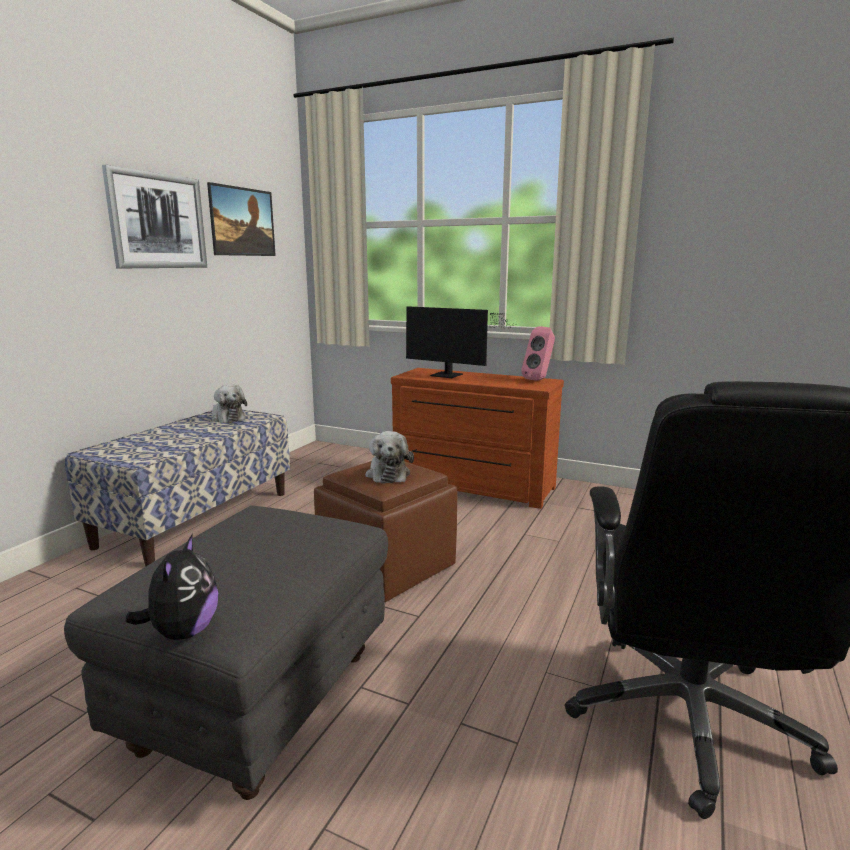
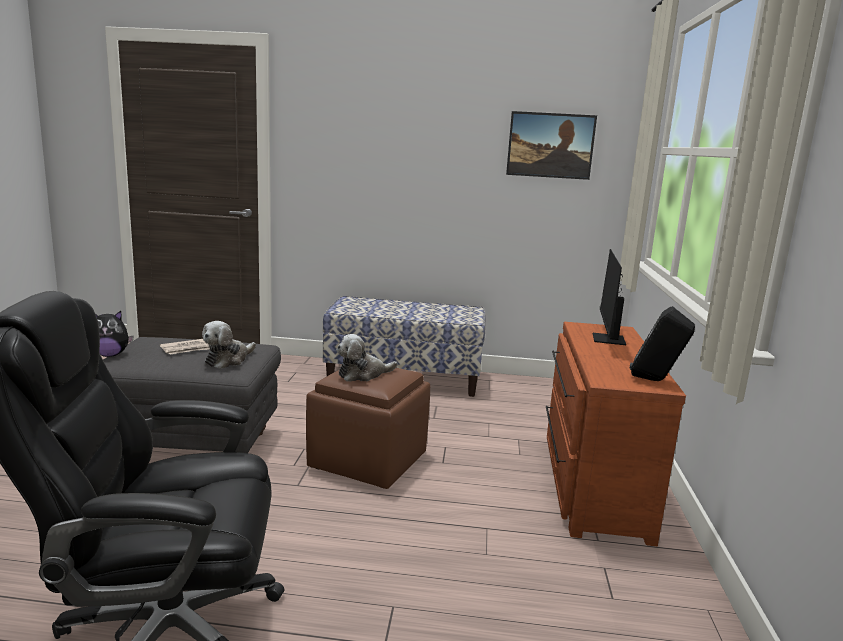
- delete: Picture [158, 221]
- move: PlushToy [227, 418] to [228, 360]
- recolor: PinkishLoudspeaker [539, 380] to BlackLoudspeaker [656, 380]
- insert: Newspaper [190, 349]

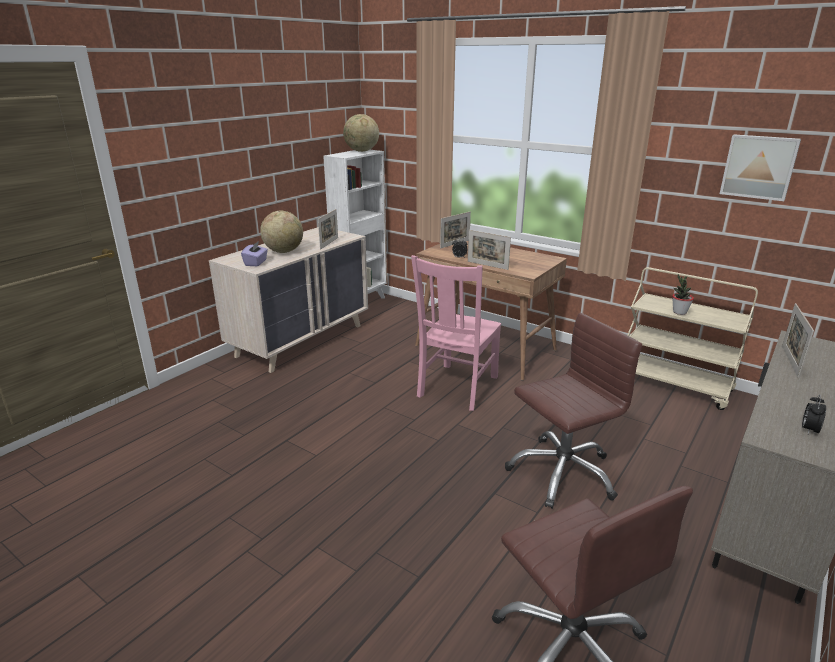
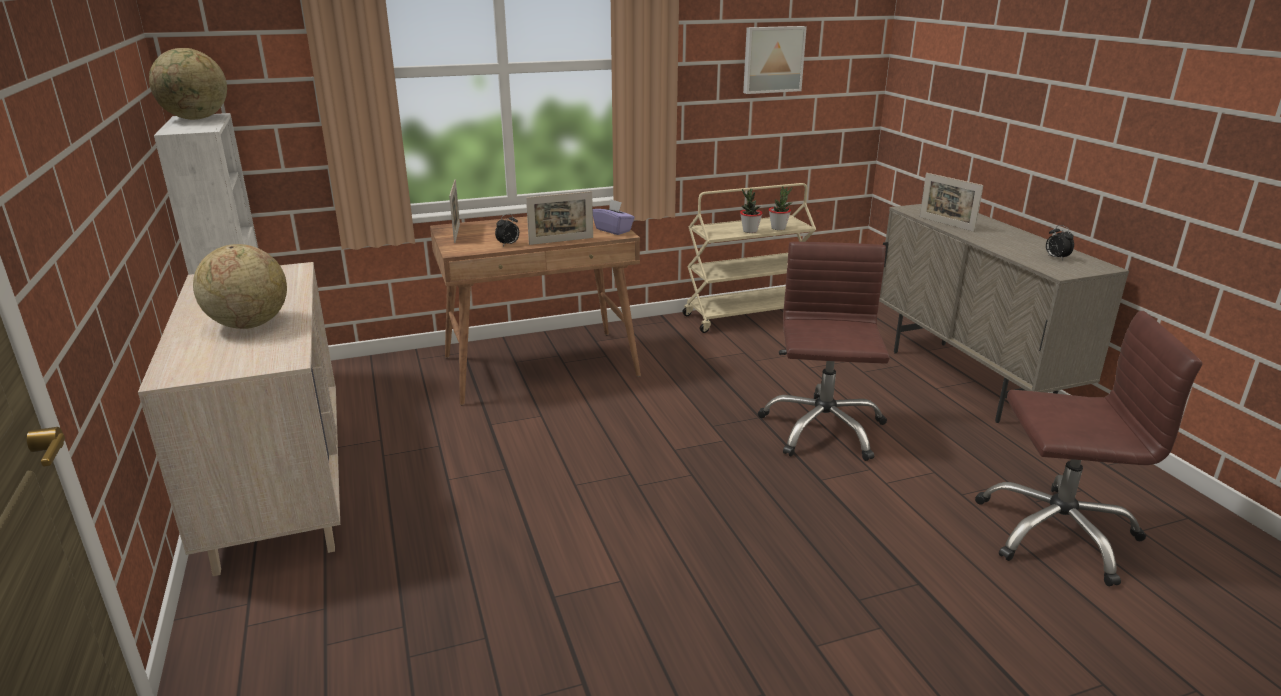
- move: PurpleColouredBoxOfTissues [256, 263] to [613, 230]
- delete: StandingFrame [329, 243]
- delete: PinkishUprightChair [456, 388]
- insert: Houseplant [778, 228]

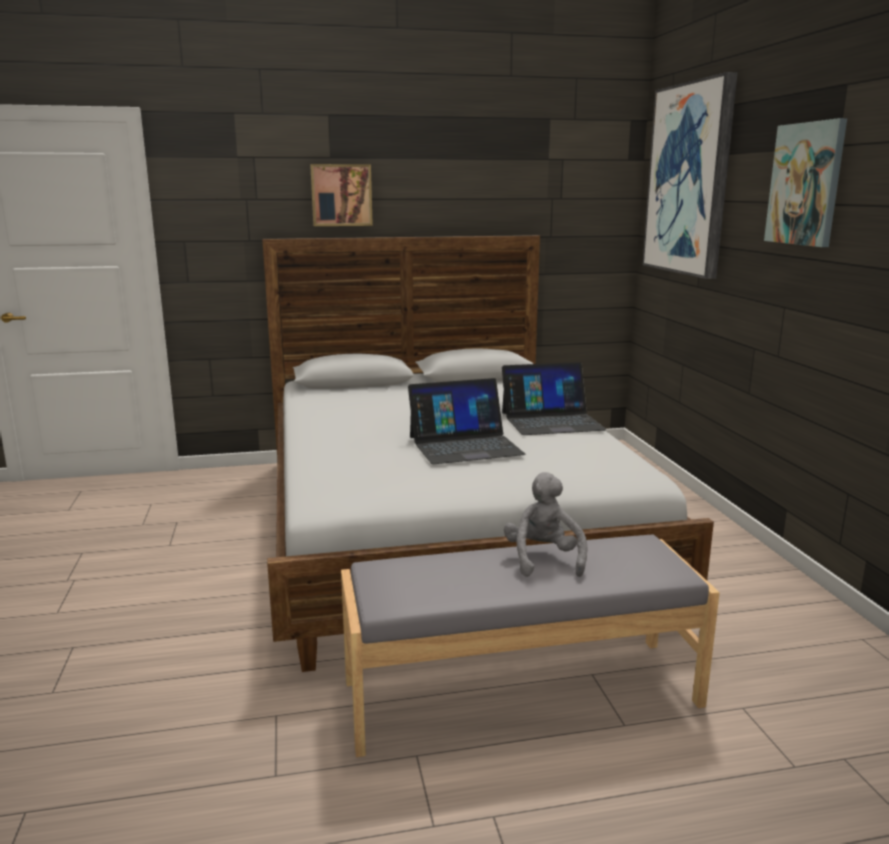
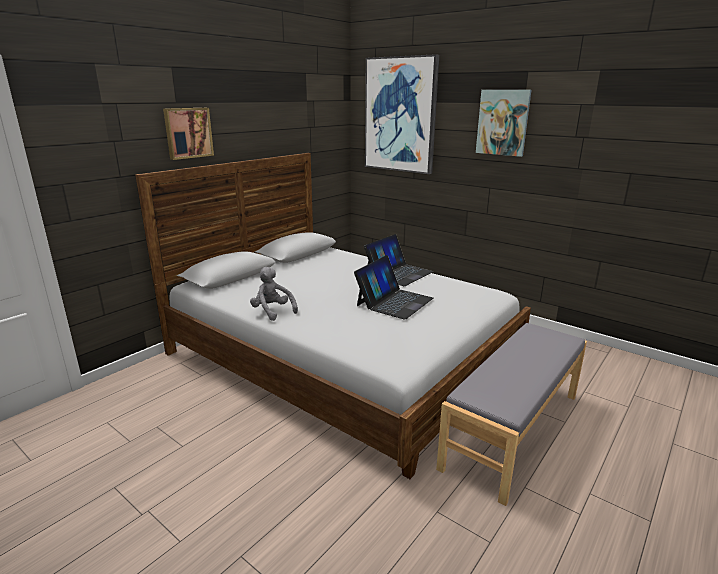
- move: GreyishPlushToy [543, 559] to [272, 311]

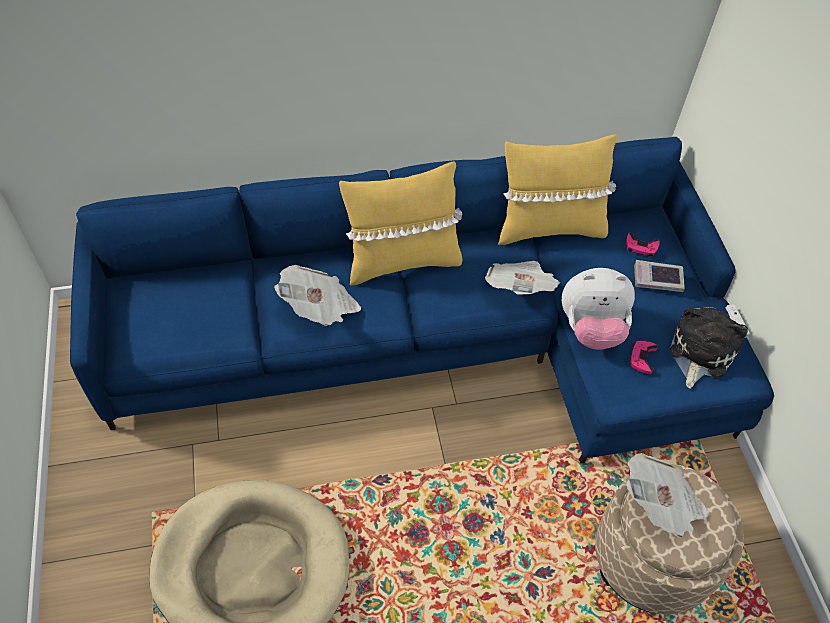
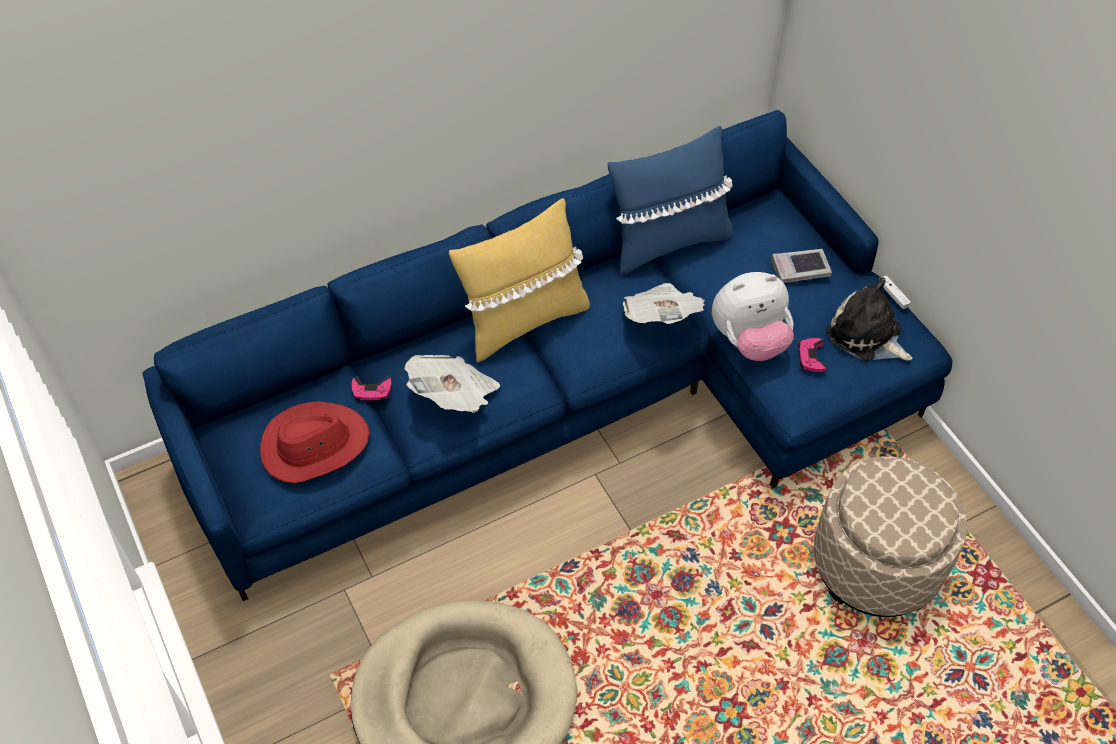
- recolor: YellowishCushion [549, 228] to BlueColouredCushion [667, 242]
- move: PinkishGamepad [641, 247] to [371, 391]
- delete: Newspaper [661, 505]
- rotate: PlushToy [699, 352] = [867, 335] 60 degrees counterclockwise
- insert: ReddishHat [314, 445]

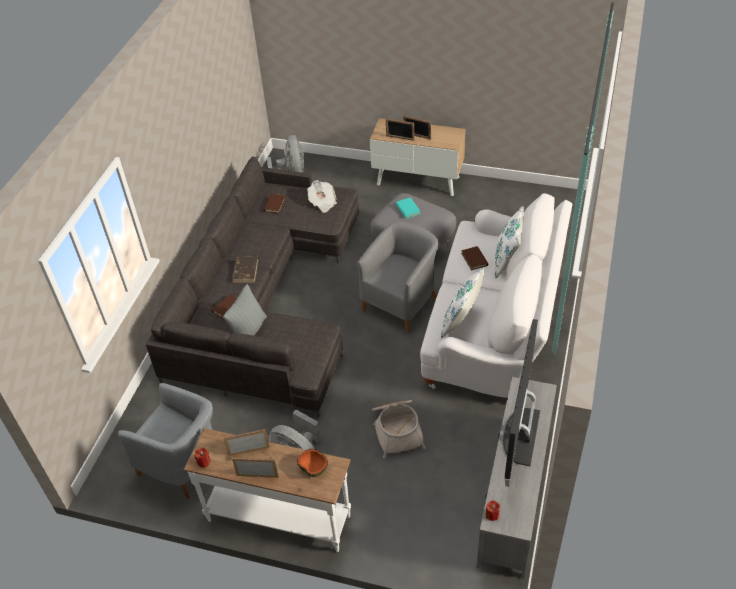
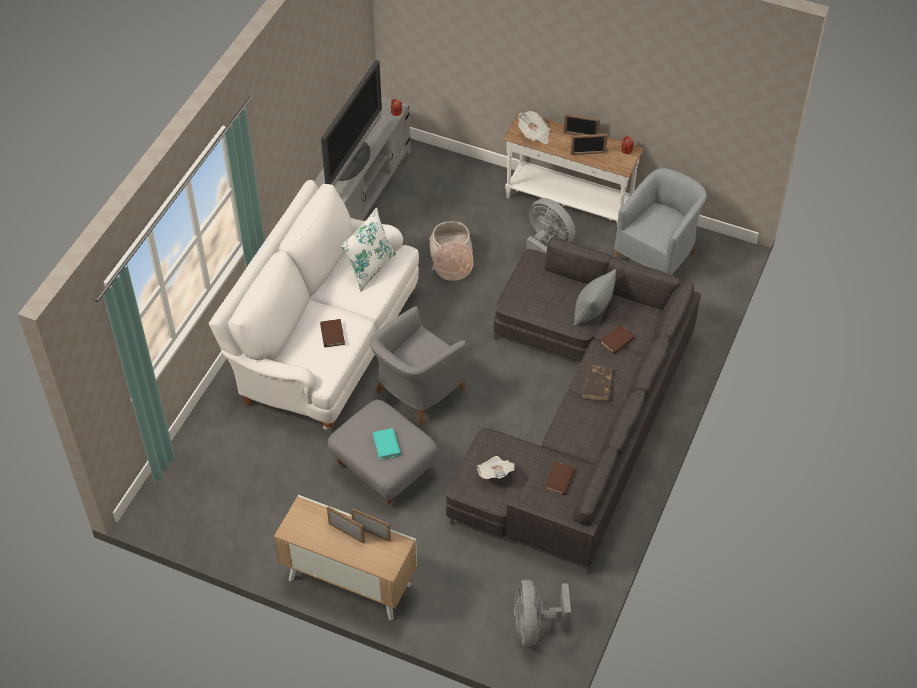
- rotate: GreyishEasyChair [184, 464] = [657, 255] 90 degrees clockwise
- replace: DeepDish [313, 468] to Newspaper [534, 134]
- delete: WhiteColouredCushion [507, 260]

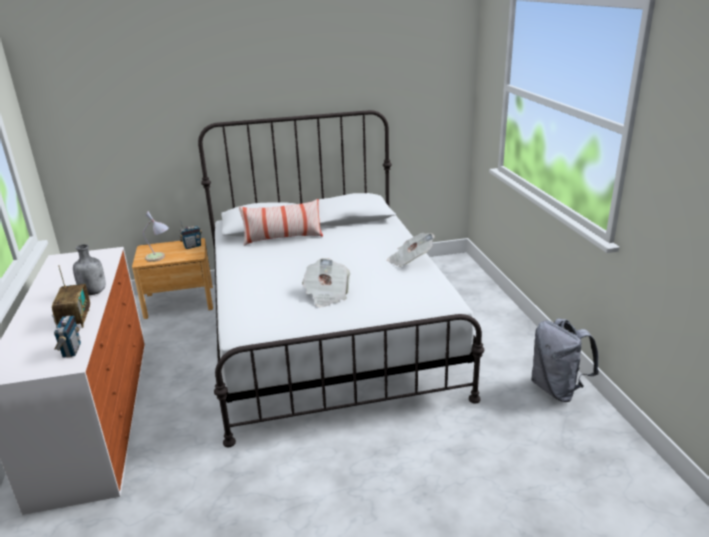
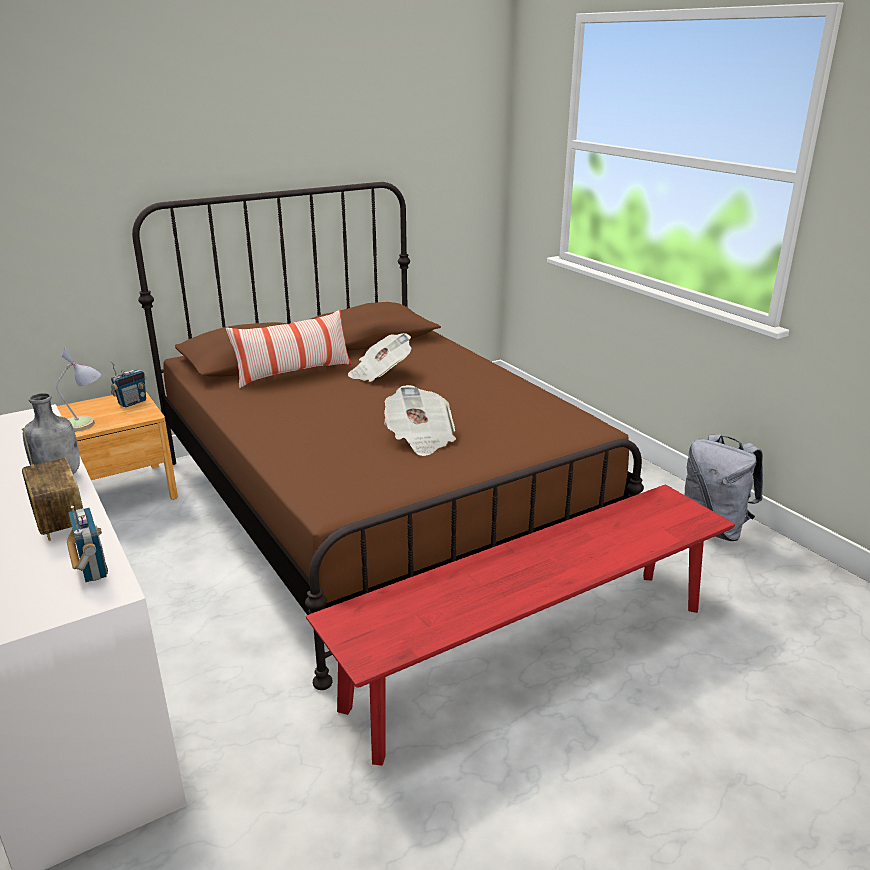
- recolor: WhiteColouredBed [327, 334] to BrownBed [376, 506]
- move: Newspaper [410, 261] to [380, 373]
- insert: ReddishLongSeat [532, 655]

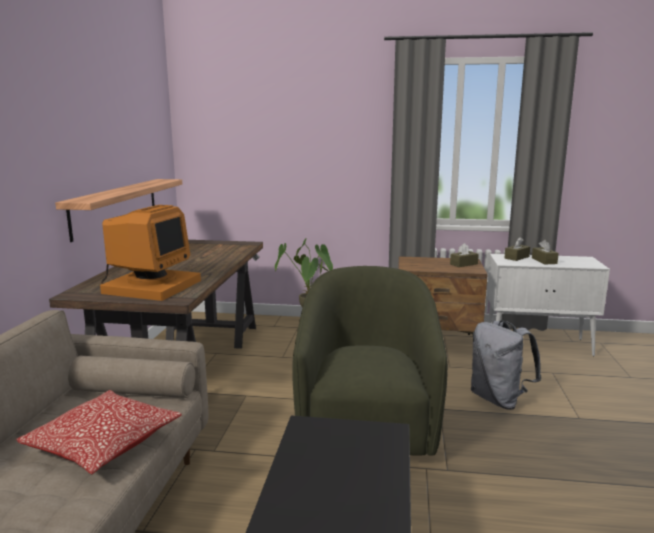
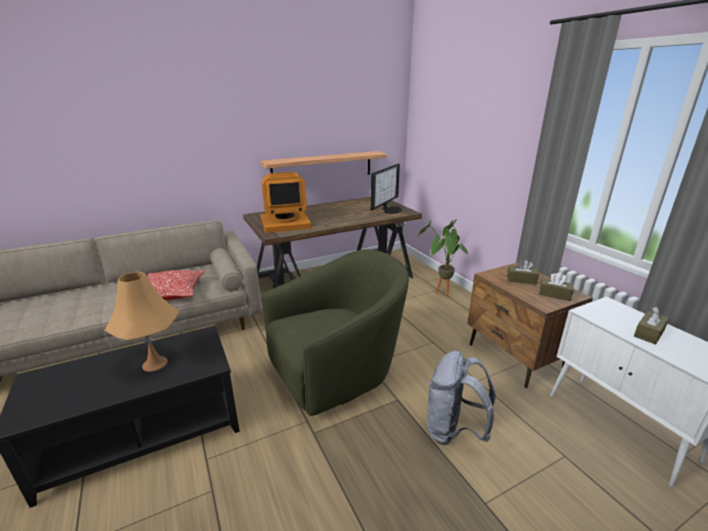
- move: BrownBoxOfTissues [516, 257] to [521, 280]
- insert: OrangeColouredTabletopLamp [155, 363]
- insert: Monitor [390, 210]

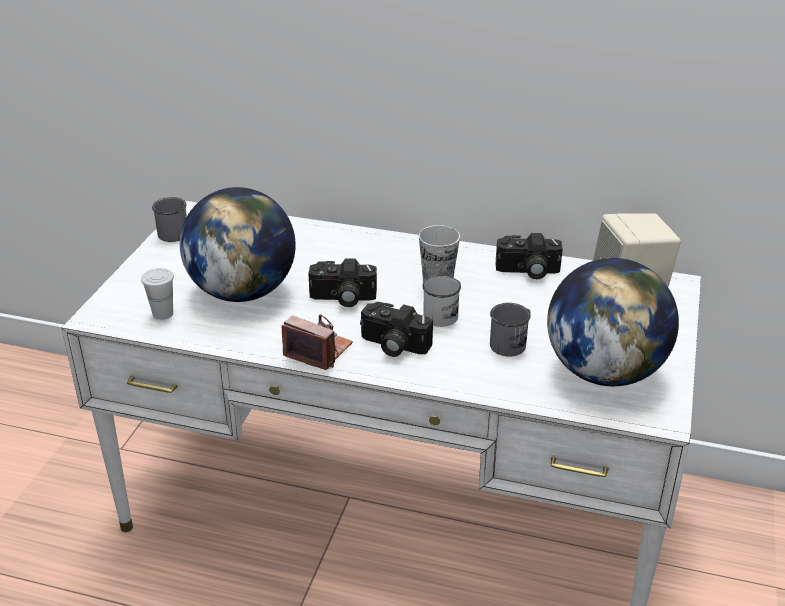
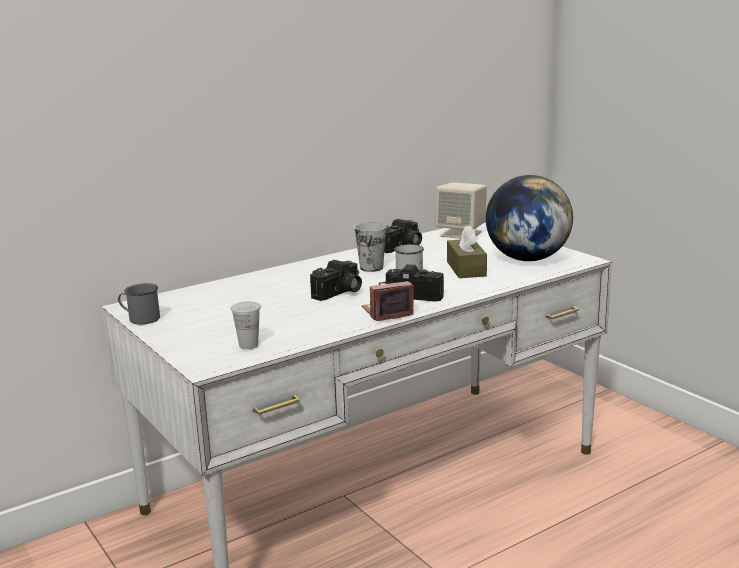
- delete: Globe [242, 292]
- rotate: StillCamera [392, 345] = [416, 294] 135 degrees counterclockwise
- replace: GreyishTeaMug [511, 343] to BrownBoxOfTissues [466, 269]

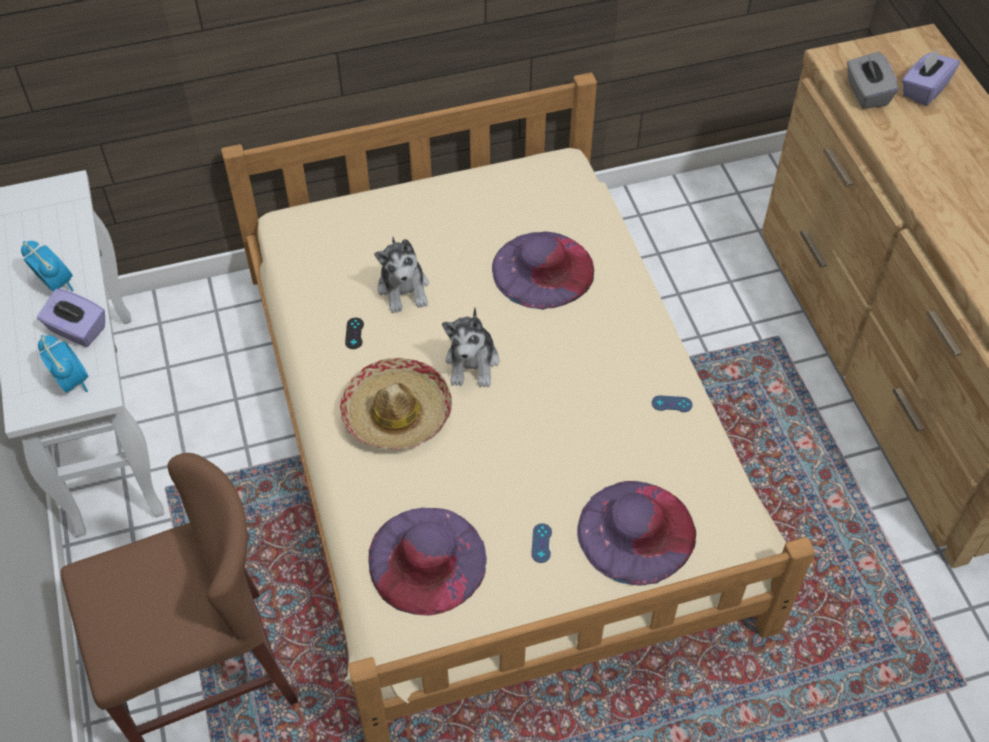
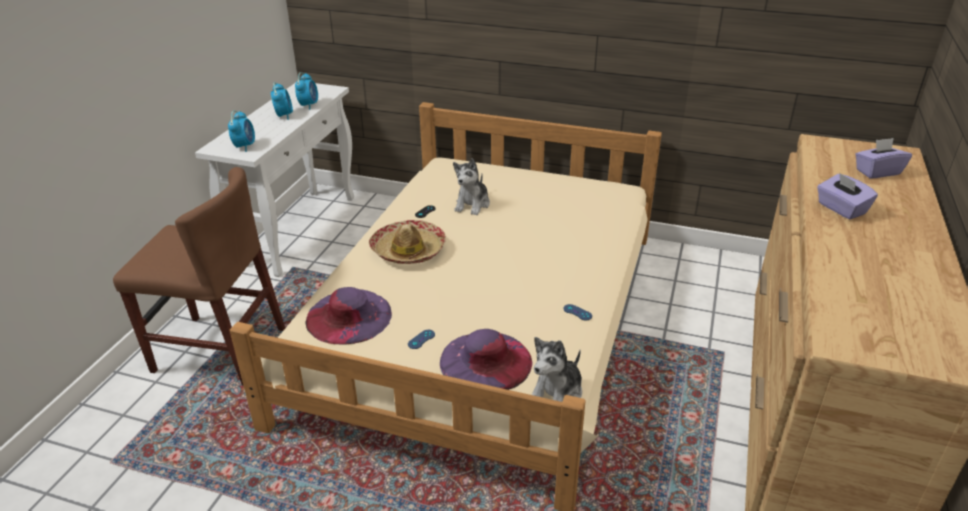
- move: PurpleColouredBoxOfTissues [77, 330] to [841, 209]
- move: PlushToy [472, 362] to [557, 393]
- delete: PurpleColouredHat [542, 269]
- delete: GreyishBoxOfTissues [866, 93]
- insert: TableClock [309, 105]

